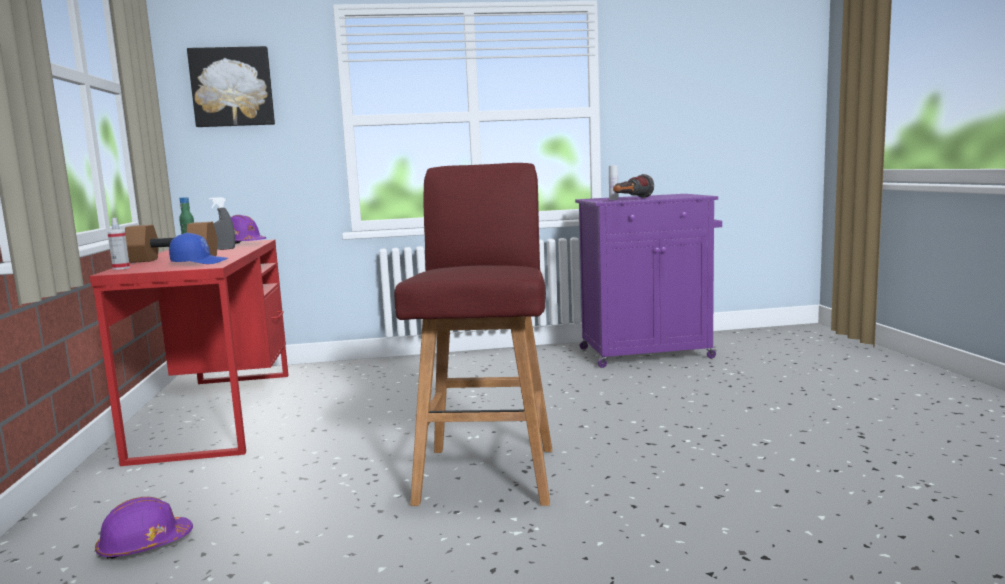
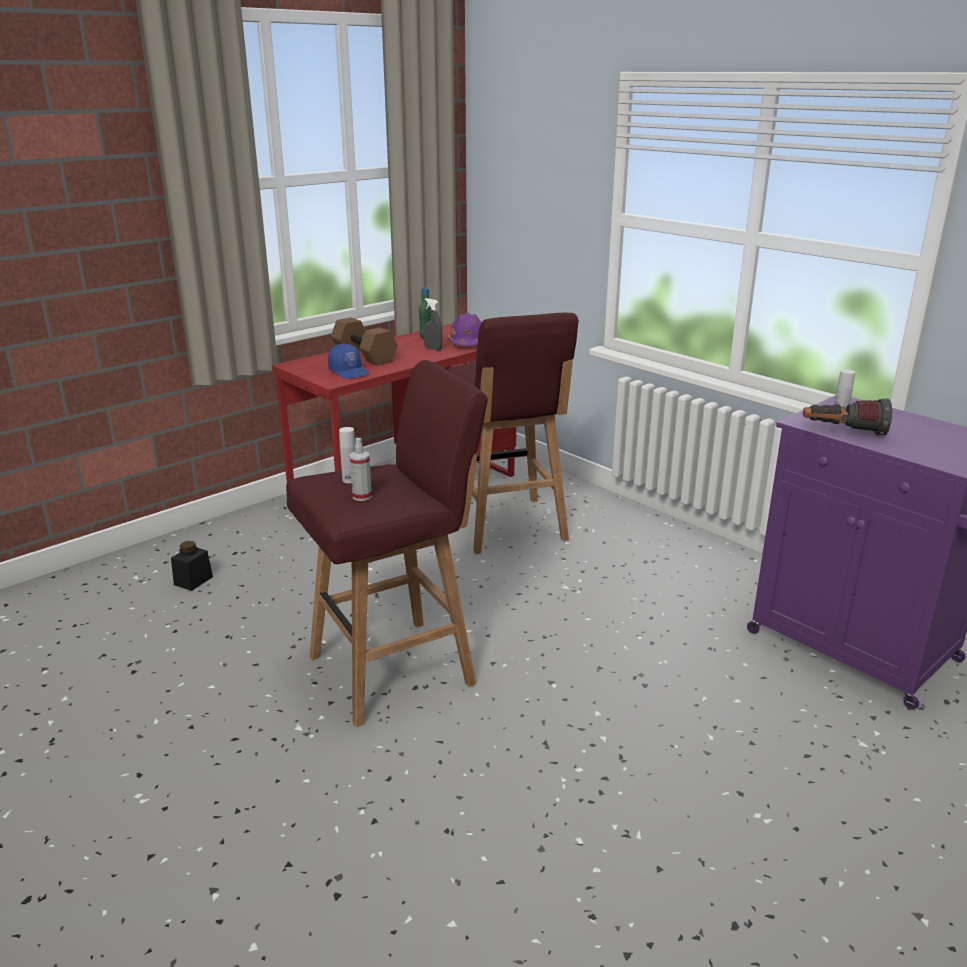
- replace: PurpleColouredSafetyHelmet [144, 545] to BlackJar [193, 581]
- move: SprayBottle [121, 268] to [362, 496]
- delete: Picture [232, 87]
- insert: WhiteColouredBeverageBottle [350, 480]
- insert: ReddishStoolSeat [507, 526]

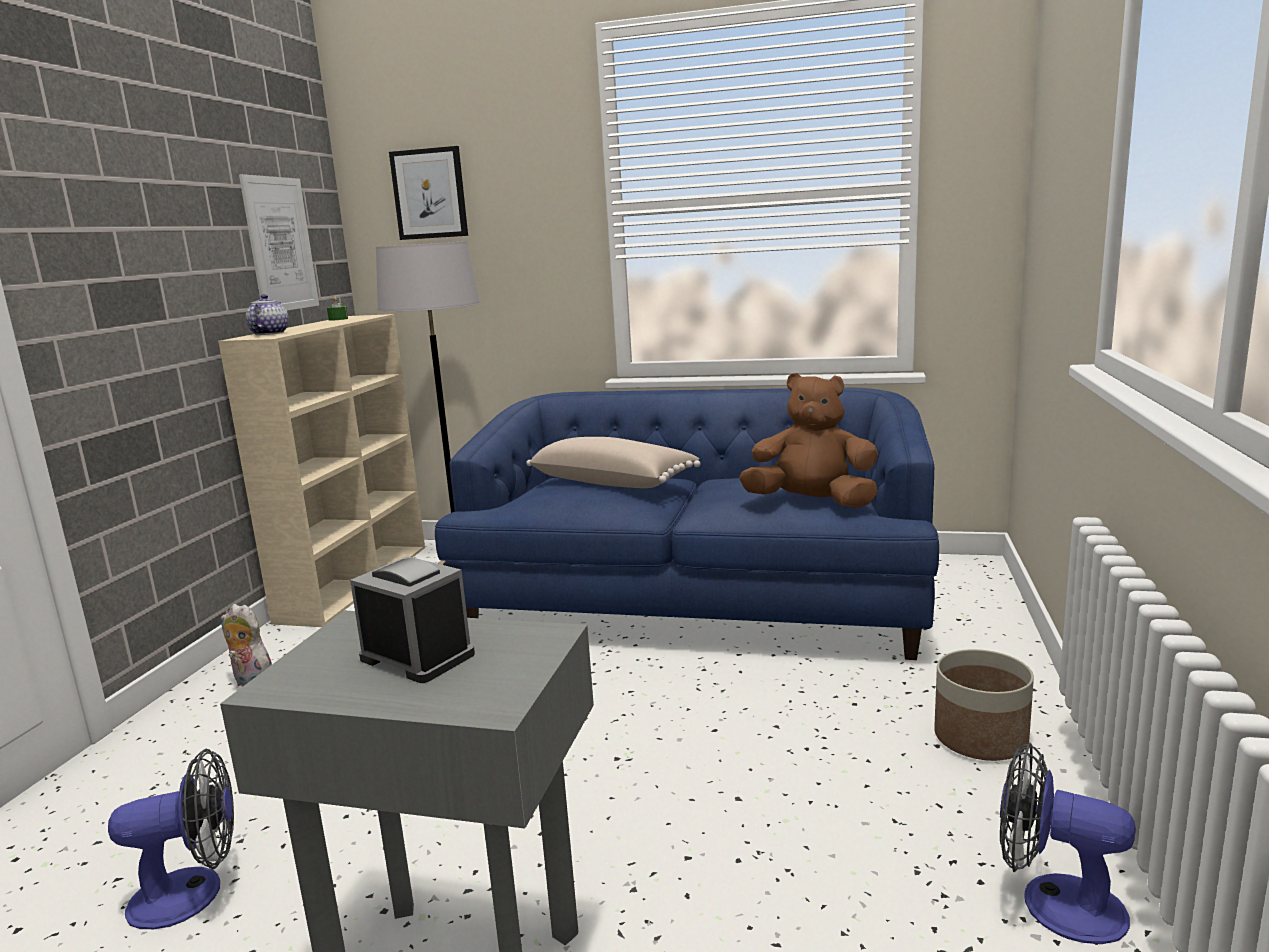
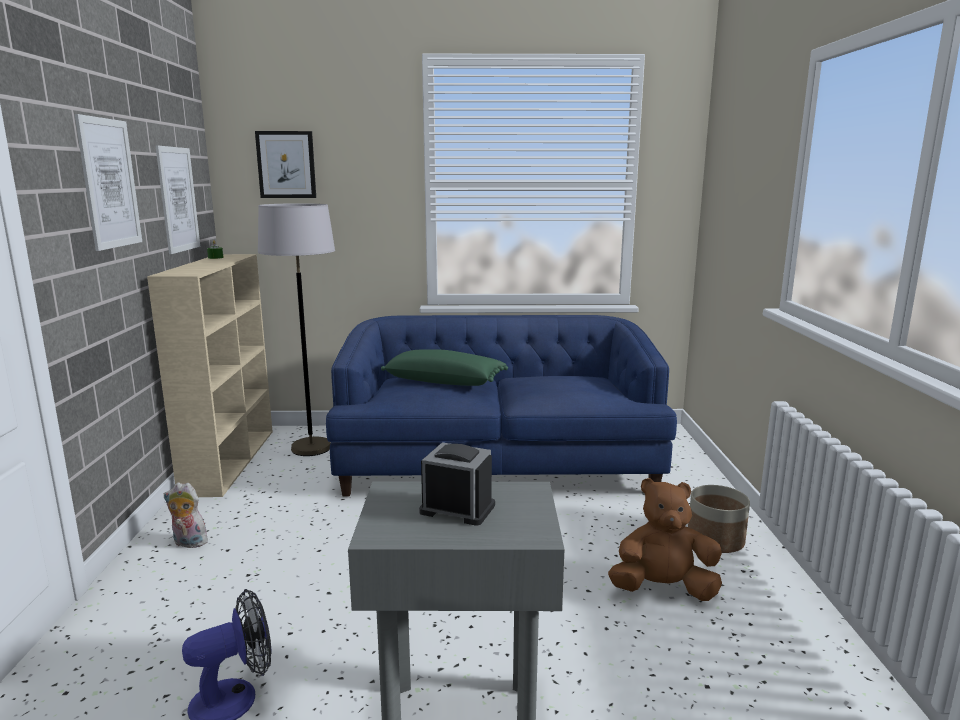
- delete: PotForTea [269, 333]
- recolor: BeigeCushion [614, 482] to GreenishCushion [445, 381]
- move: BrownPlushToy [812, 503] to [663, 589]
- delete: CoolingFan [1054, 902]
- insert: Picture [110, 183]

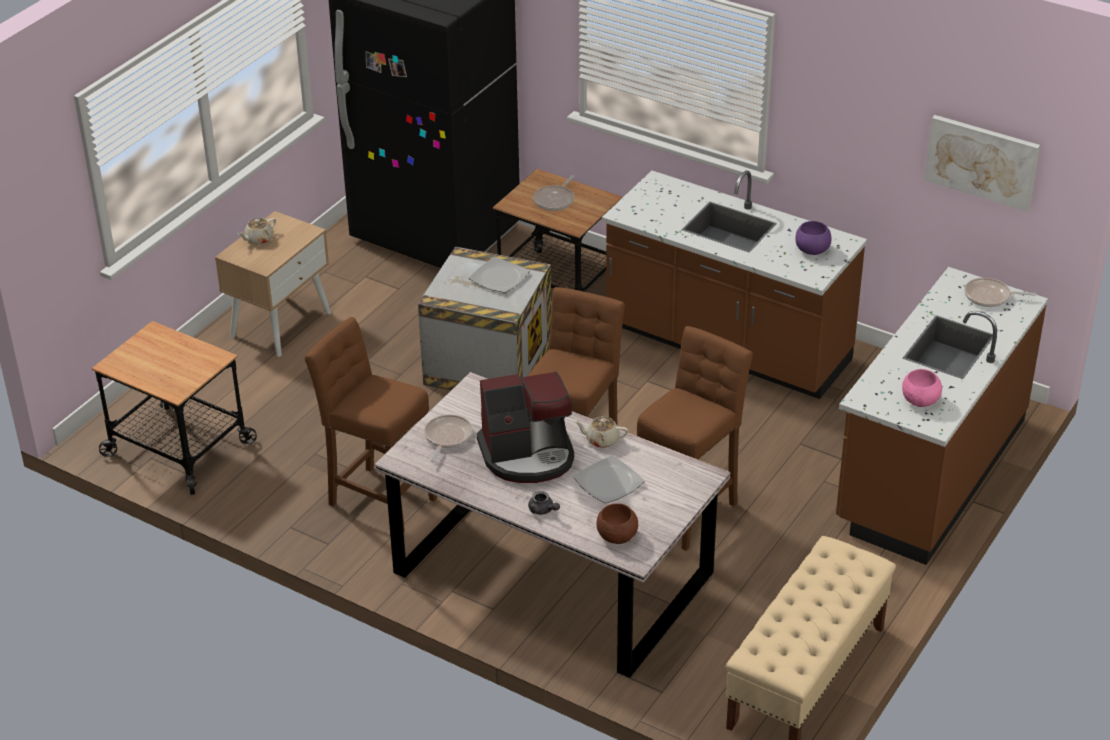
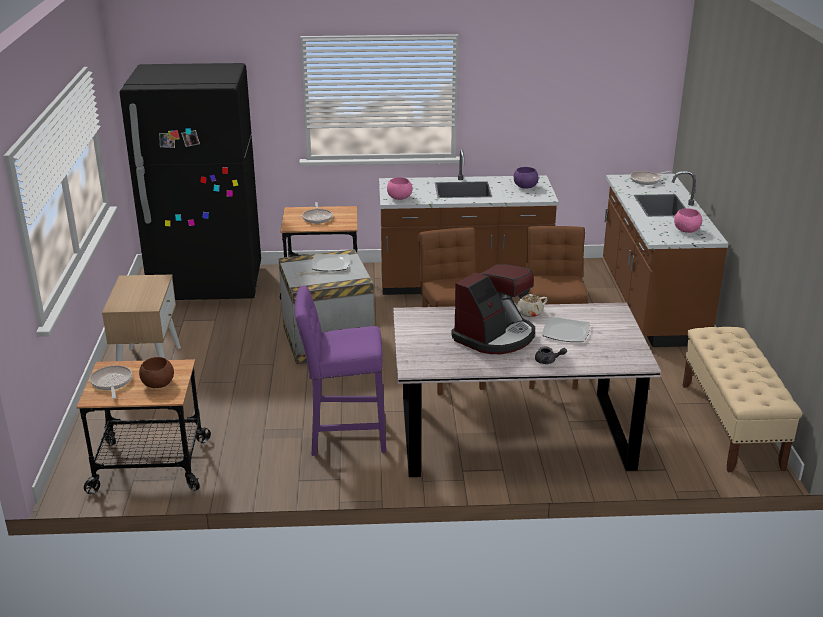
- delete: BeigePotForTea [258, 239]
- recolor: BrownStoolSeat [378, 498] to PurpleColouredStoolSeat [343, 438]
- move: Skillet [447, 437] to [111, 383]
- move: BrownDeepDish [616, 536] to [157, 384]
- delete: Picture [982, 161]
- insert: PinkishDeepDish [399, 198]

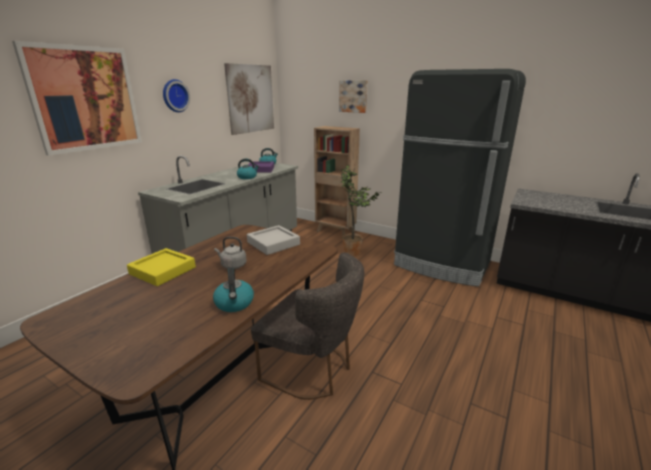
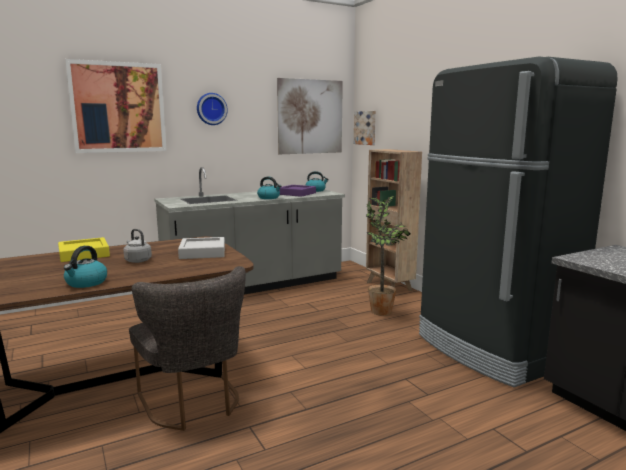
- move: Picture [353, 96] to [365, 128]

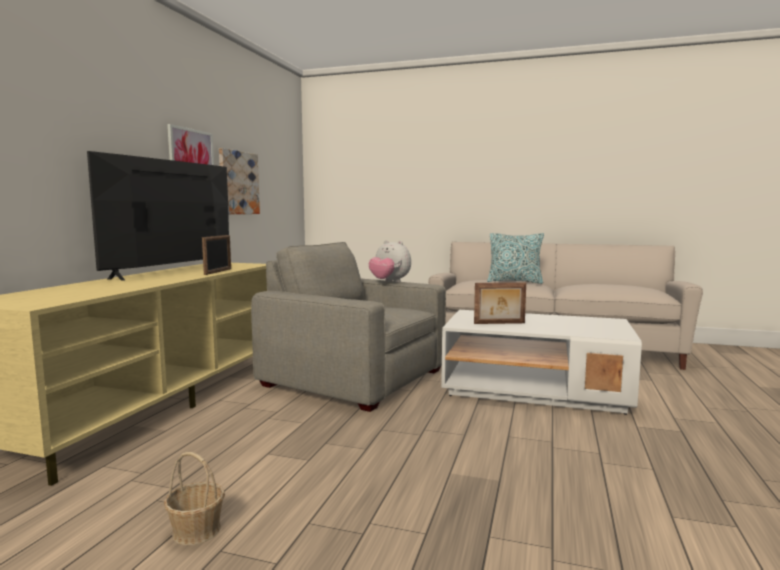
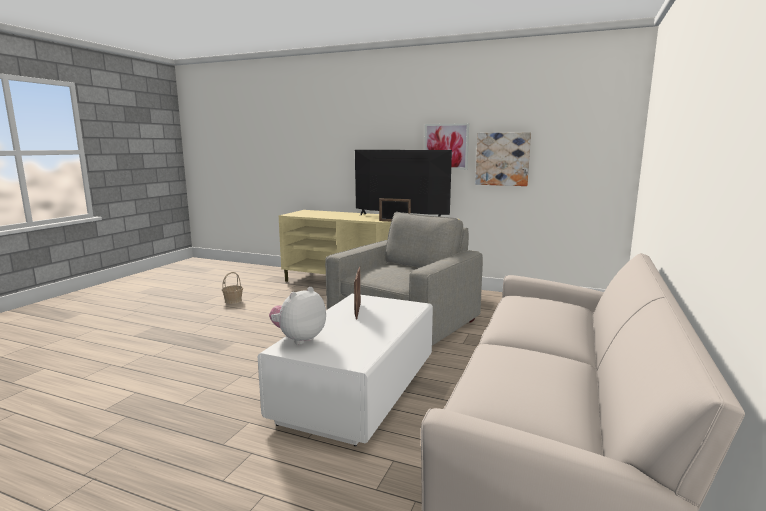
- move: PlushToy [389, 282] to [299, 339]
- delete: Cushion [514, 281]

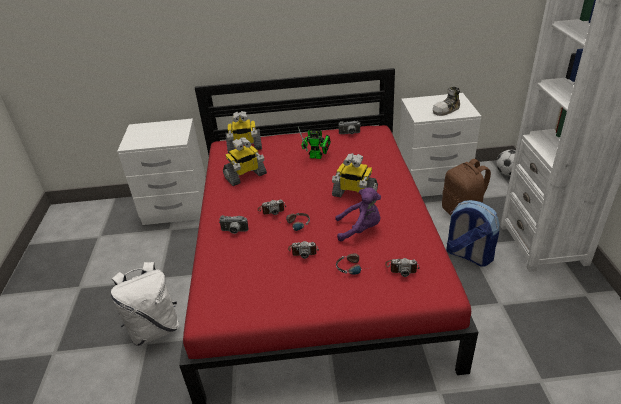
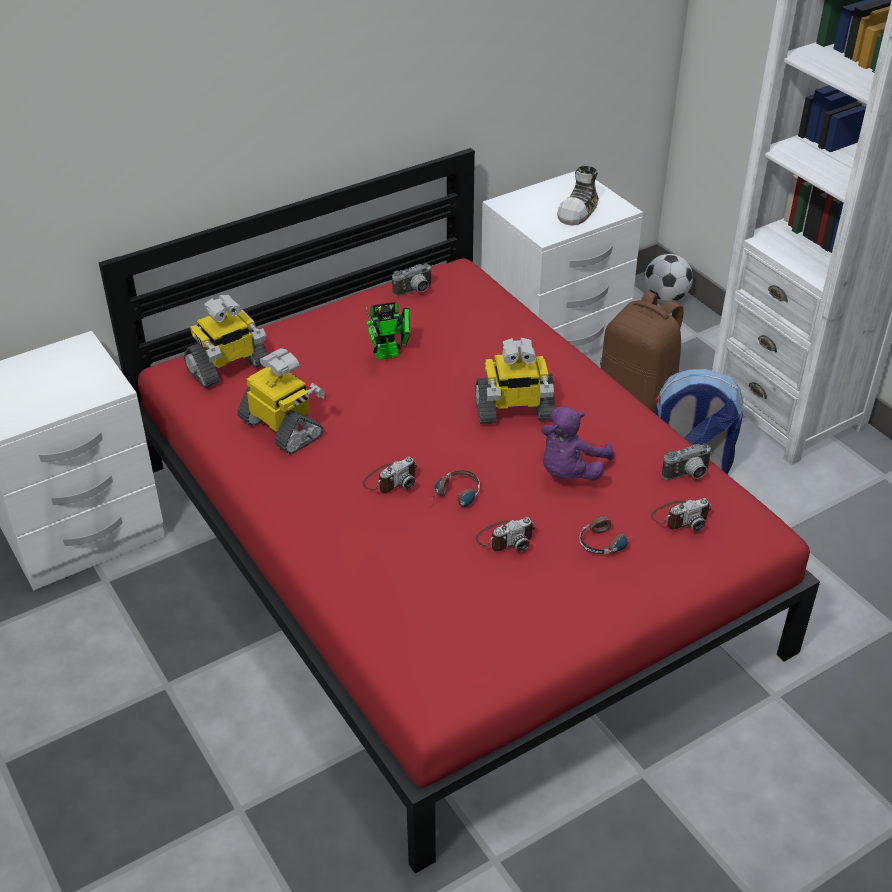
- delete: WhiteColouredBackpack [155, 329]
- move: StillCamera [234, 231] to [688, 475]
- rotate: ModelRobot [245, 176] = [283, 428] 75 degrees counterclockwise
- rotate: PurpleColouredPlushToy [360, 229] = [569, 472] 150 degrees clockwise

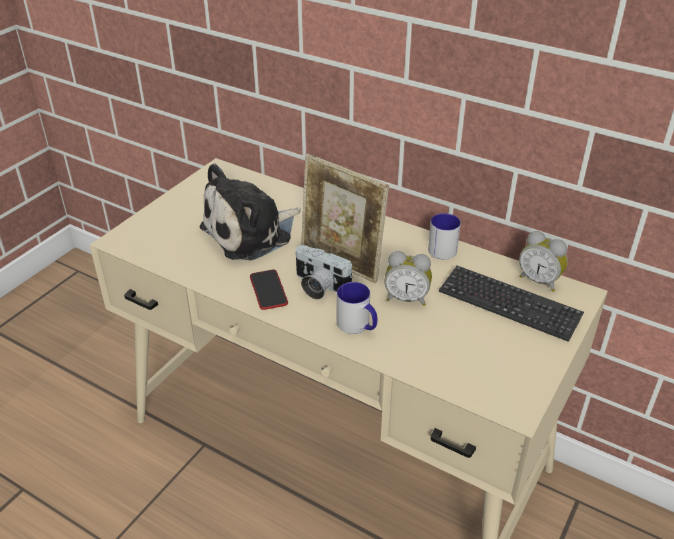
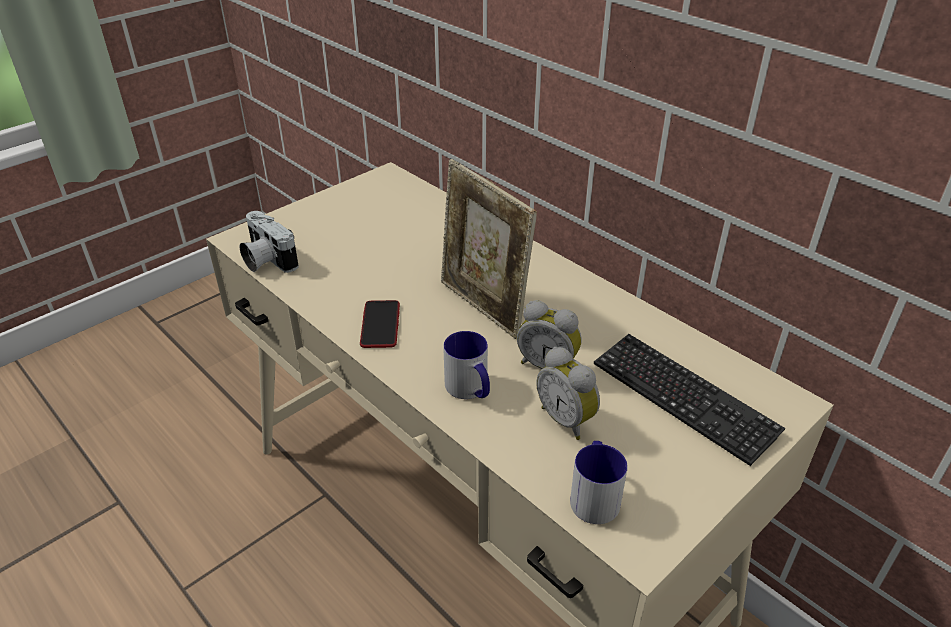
- delete: PlushToy [251, 233]
- move: StillCamera [318, 287] to [266, 260]
- move: TeaMug [440, 247] to [594, 495]
- move: TableClock [539, 281] to [567, 419]

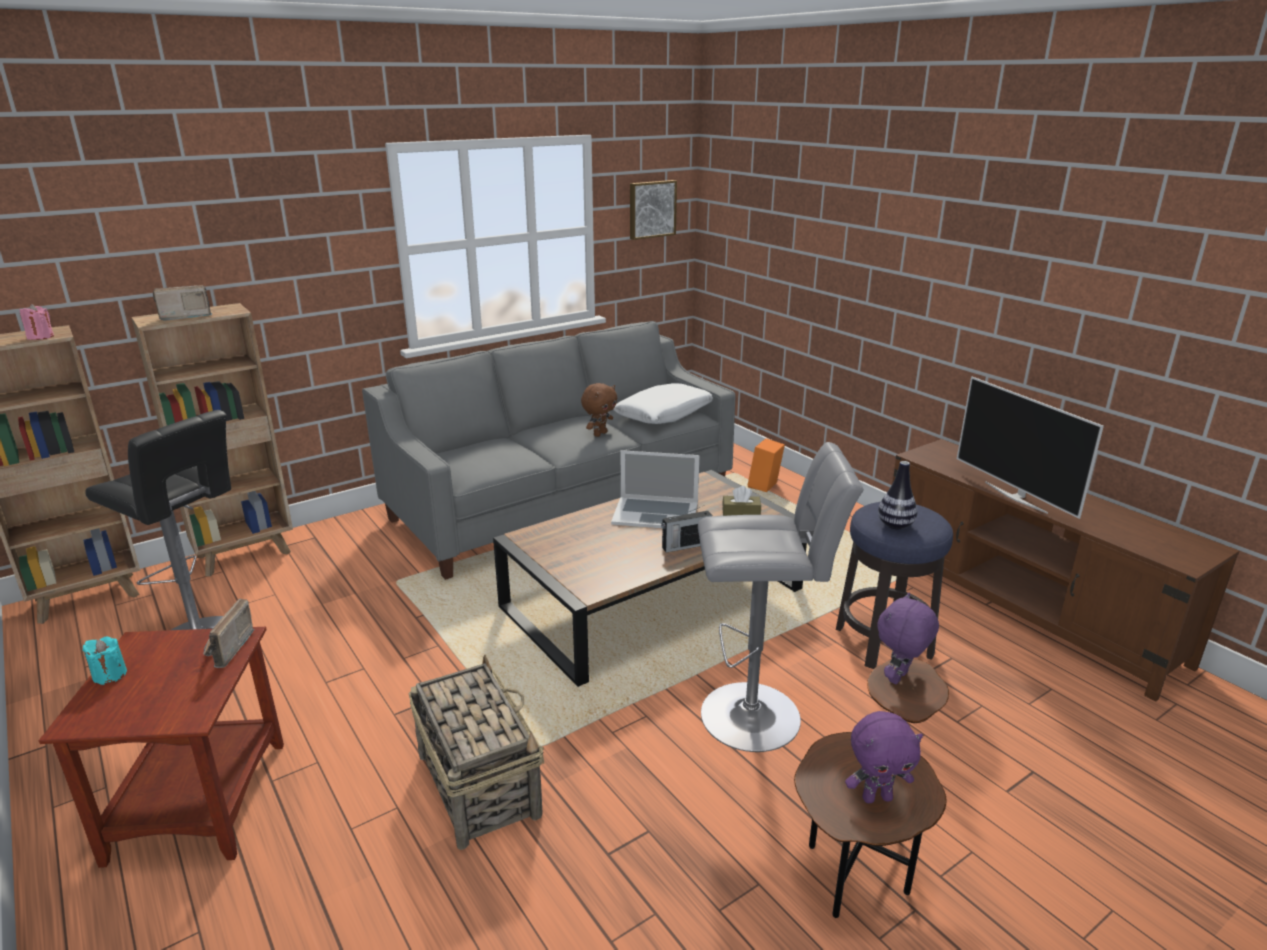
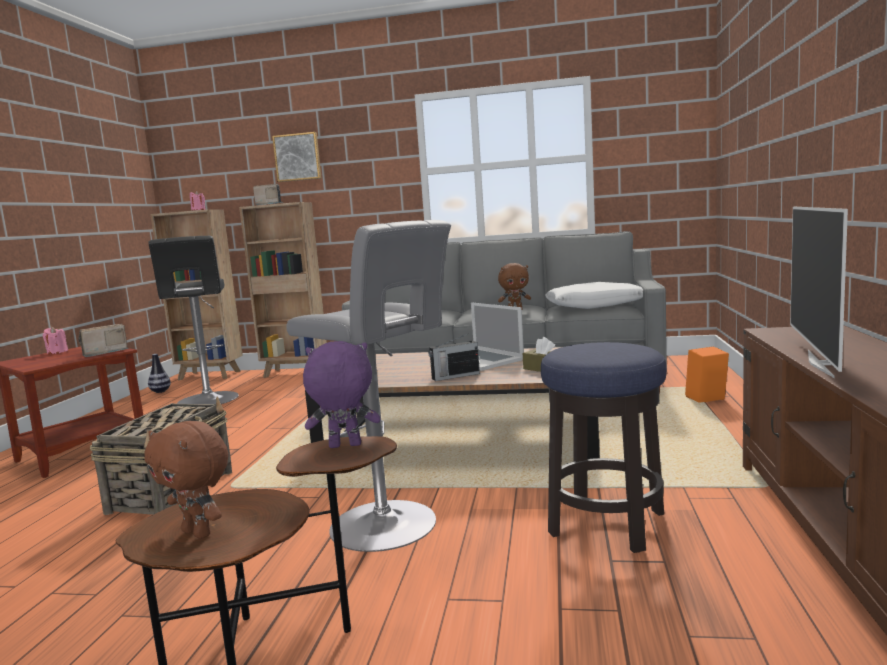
- recolor: TurquoiseColouredWaxLight [110, 675] to PinkishWaxLight [57, 352]
- move: Picture [651, 209] to [297, 157]
- rotate: RadioReceiver [685, 546] = [454, 376] 45 degrees counterclockwise
- recolor: PurpleColouredPlushToy [877, 797] to BrownPlushToy [199, 532]
- move: DecorativeVase [895, 525] to [160, 391]

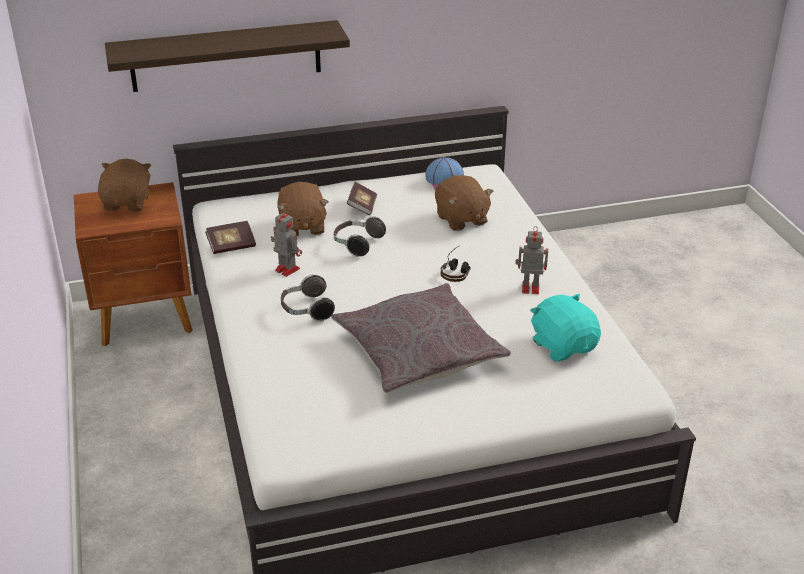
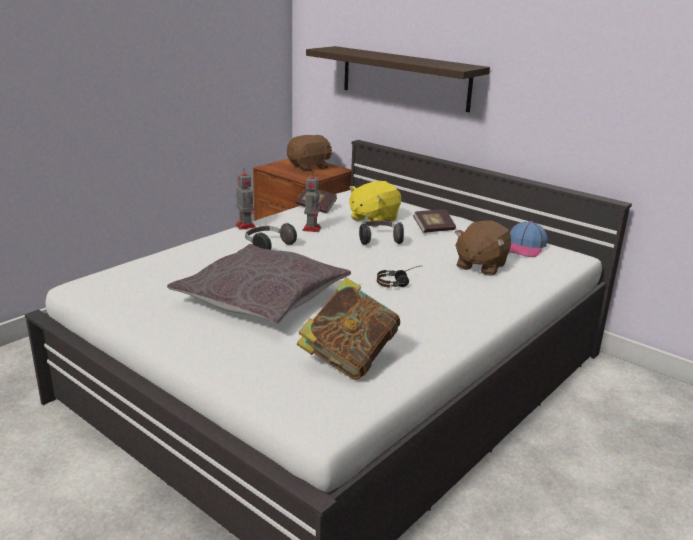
- recolor: BrownPlushToy [302, 227] to YellowishPlushToy [373, 219]
- move: ModelRobot [529, 288] to [245, 225]
- replace: TurquoiseColouredPlushToy [563, 346] to Volume [348, 359]

